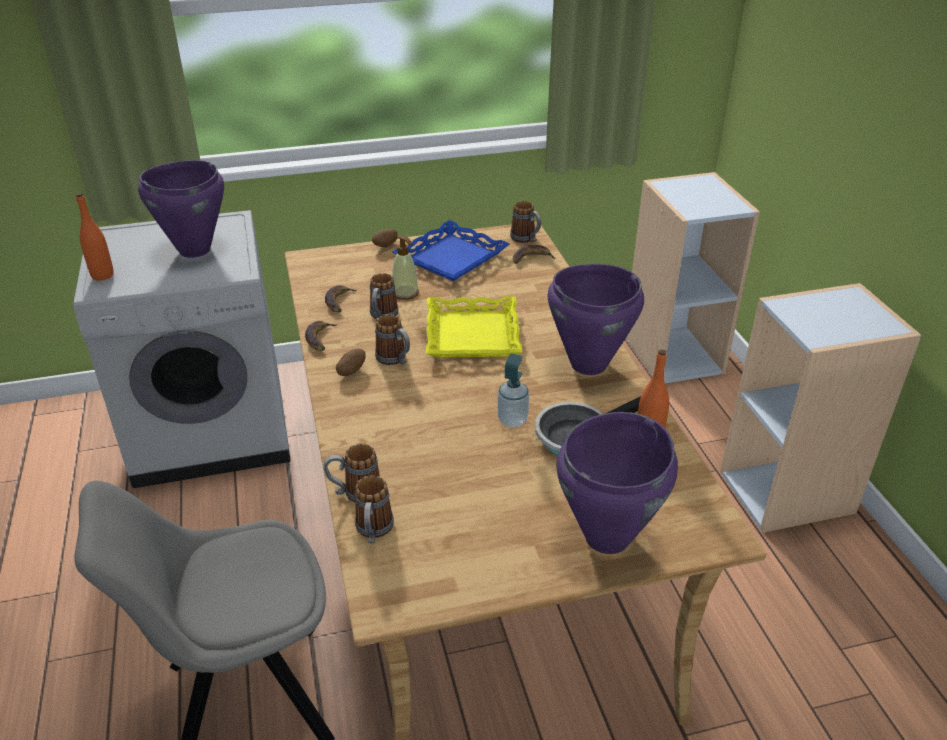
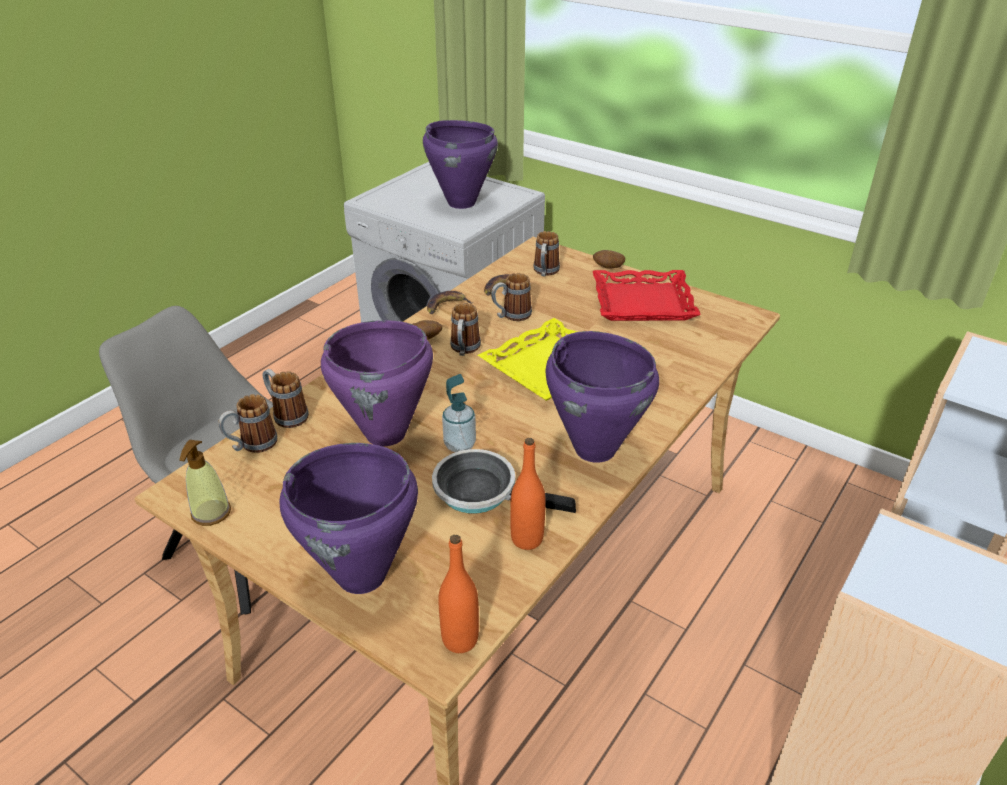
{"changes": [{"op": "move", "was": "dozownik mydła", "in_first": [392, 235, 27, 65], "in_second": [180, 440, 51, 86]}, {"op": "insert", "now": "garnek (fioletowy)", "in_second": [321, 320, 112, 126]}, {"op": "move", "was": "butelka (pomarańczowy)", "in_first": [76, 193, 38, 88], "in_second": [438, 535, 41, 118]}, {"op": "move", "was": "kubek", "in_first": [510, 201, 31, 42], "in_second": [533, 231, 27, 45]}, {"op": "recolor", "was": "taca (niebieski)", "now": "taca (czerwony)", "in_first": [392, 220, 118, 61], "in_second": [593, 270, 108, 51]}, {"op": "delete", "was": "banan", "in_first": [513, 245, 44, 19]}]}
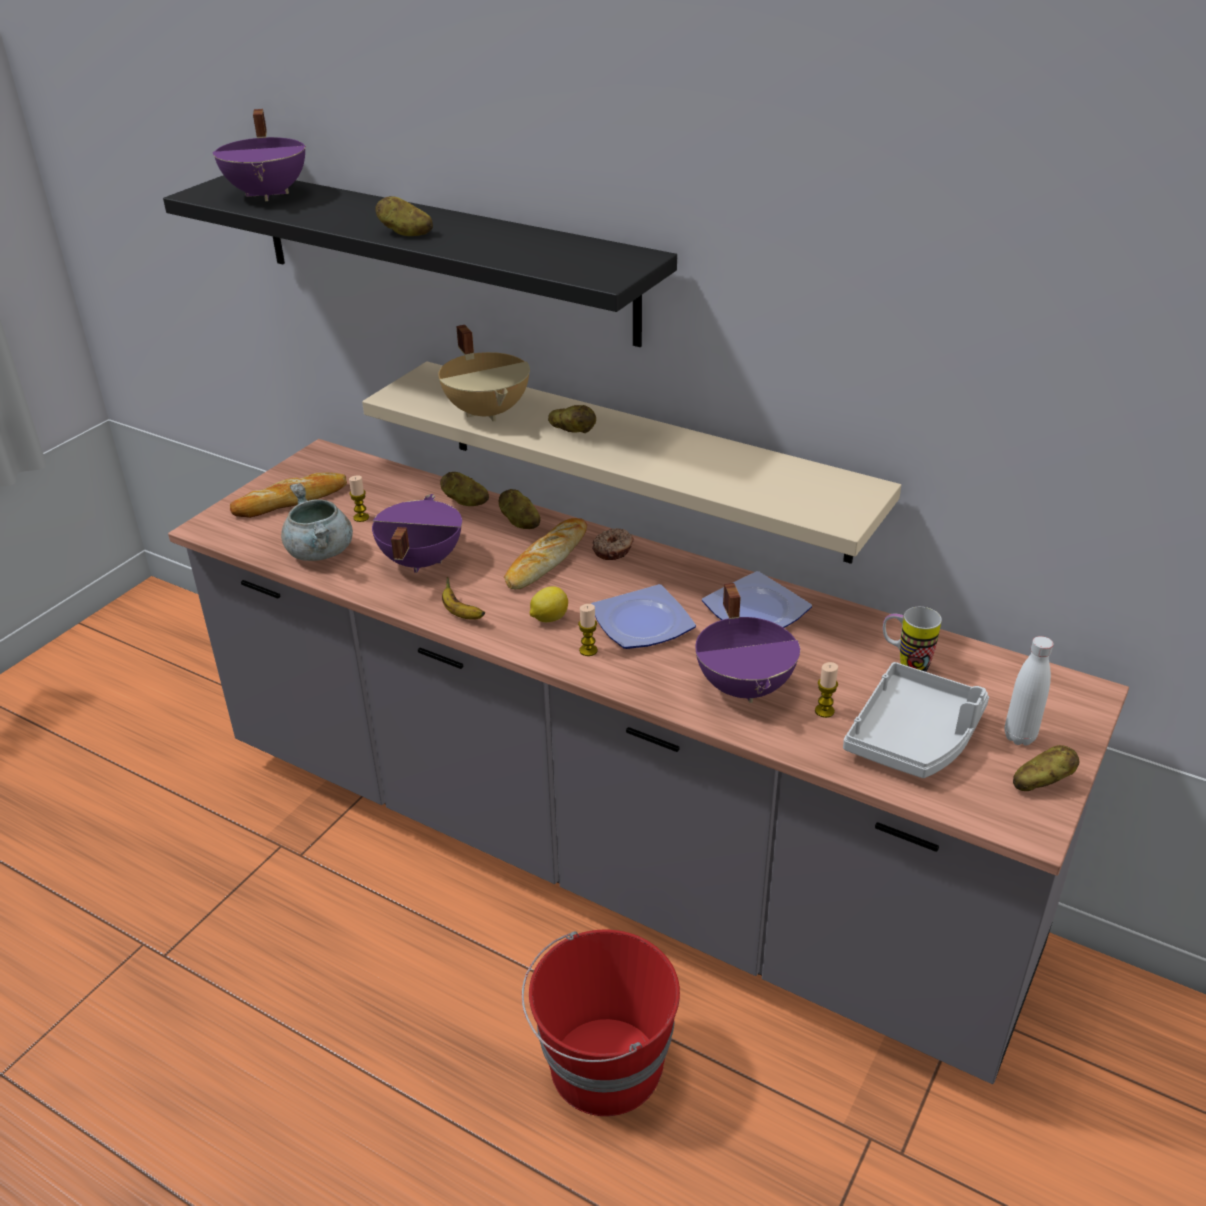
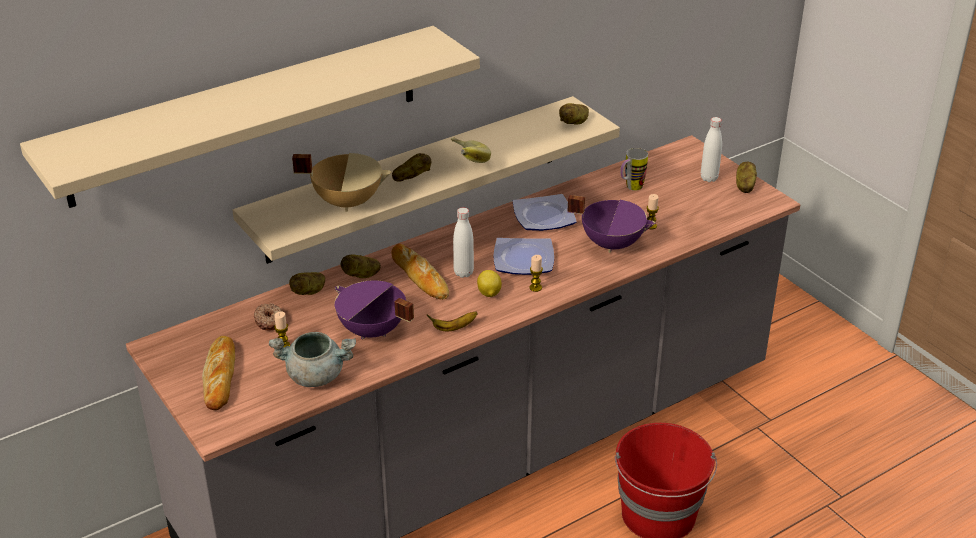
{"changes": [{"op": "recolor", "was": "półka (czarny)", "now": "półka (beżowy)", "in_first": [163, 175, 514, 172], "in_second": [20, 26, 460, 182]}, {"op": "move", "was": "donut", "in_first": [592, 528, 42, 32], "in_second": [254, 303, 29, 28]}, {"op": "insert", "now": "banan", "in_second": [451, 137, 40, 26]}, {"op": "insert", "now": "butelka (biały)", "in_second": [453, 208, 21, 70]}, {"op": "move", "was": "ziemniak", "in_first": [375, 196, 58, 40], "in_second": [559, 103, 30, 22]}, {"op": "delete", "was": "garnek (fioletowy)", "in_first": [213, 109, 93, 92]}, {"op": "delete", "was": "taca (szary)", "in_first": [843, 662, 146, 116]}]}
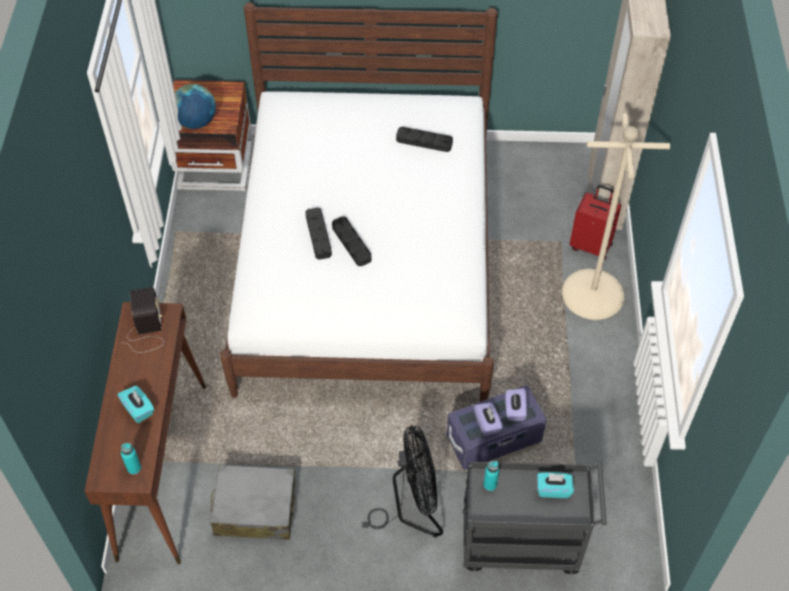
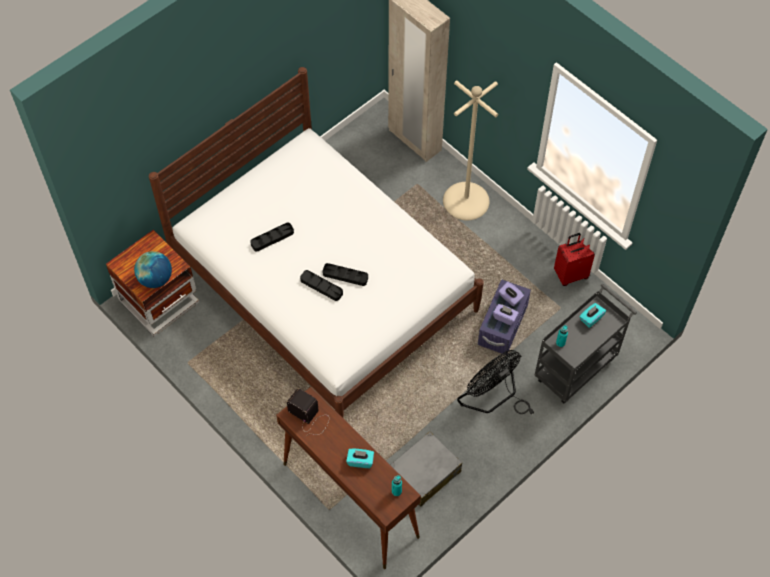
{"changes": [{"op": "move", "was": "taca (czarny)", "in_first": [396, 127, 57, 25], "in_second": [250, 222, 44, 30]}, {"op": "rotate", "was": "wentylator (czarny)", "in_first": [360, 425, 83, 113], "in_second": [457, 350, 77, 65], "clockwise": -75}, {"op": "move", "was": "walizka (czerwony)", "in_first": [570, 185, 51, 75], "in_second": [554, 233, 41, 53]}]}
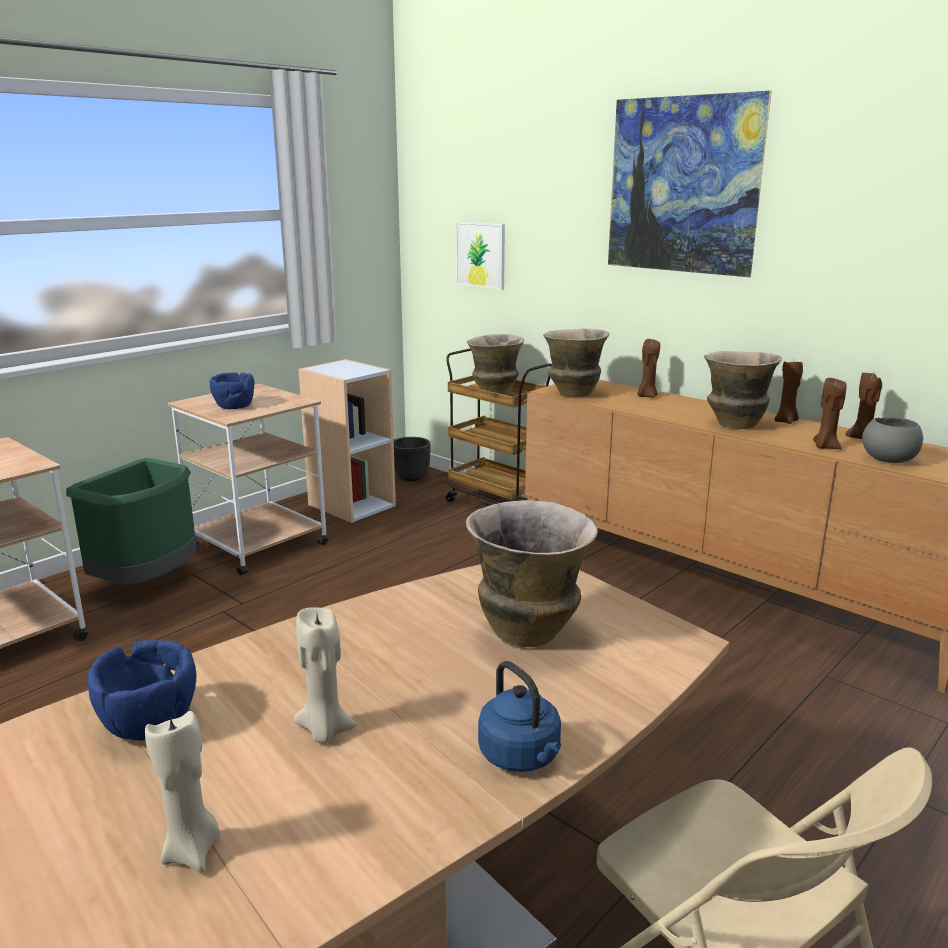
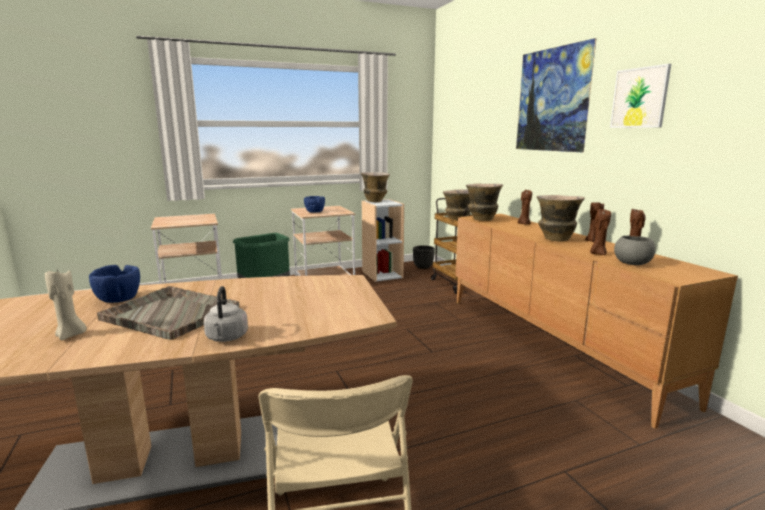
{"changes": [{"op": "replace", "was": "świeca (beżowy)", "now": "taca (szary)", "in_first": [294, 607, 63, 136], "in_second": [97, 286, 142, 54]}, {"op": "recolor", "was": "czajnik (niebieski)", "now": "czajnik (szary)", "in_first": [478, 661, 83, 111], "in_second": [204, 286, 44, 56]}, {"op": "move", "was": "wazon", "in_first": [466, 500, 132, 147], "in_second": [361, 172, 29, 30]}, {"op": "move", "was": "obraz", "in_first": [455, 221, 50, 69], "in_second": [610, 64, 61, 64]}]}
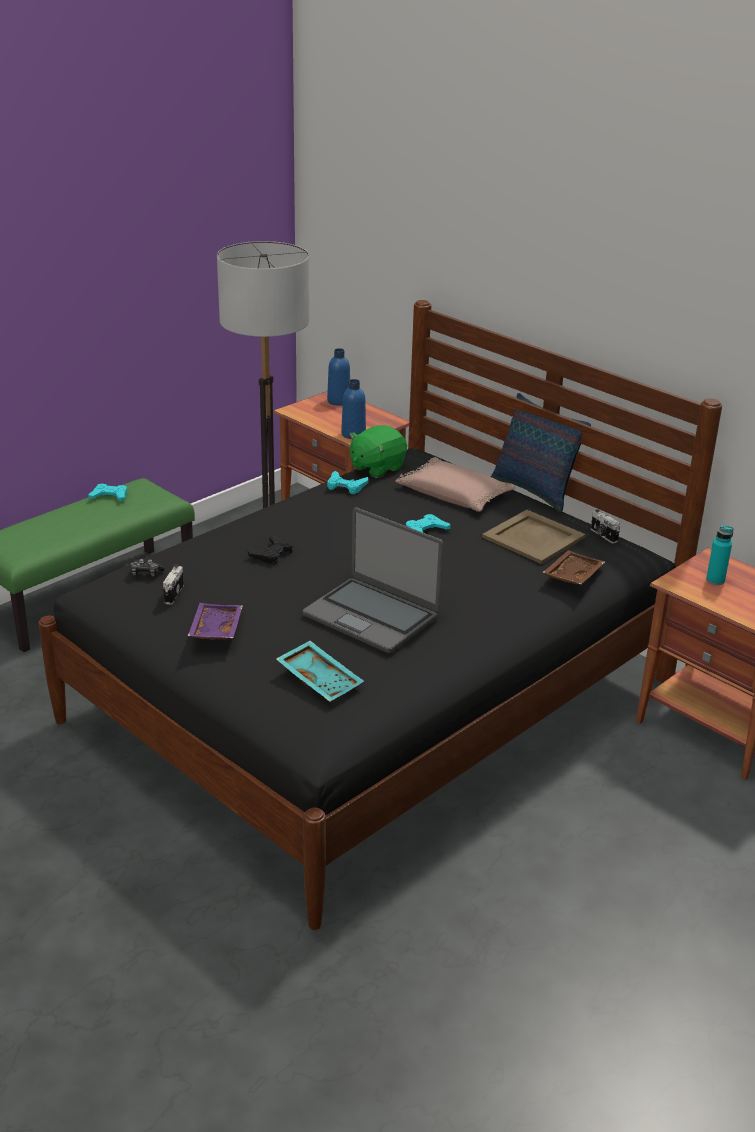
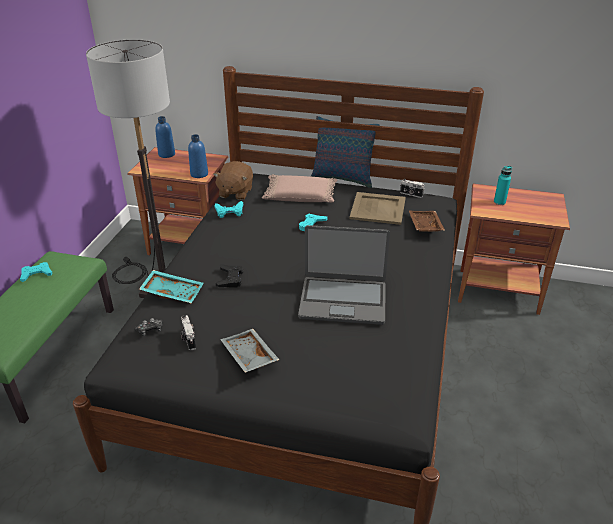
{"changes": [{"op": "move", "was": "taca (turkusowy)", "in_first": [276, 641, 88, 61], "in_second": [139, 270, 65, 34]}, {"op": "recolor", "was": "pluszak (zielony)", "now": "pluszak (brązowy)", "in_first": [349, 425, 58, 53], "in_second": [213, 161, 40, 39]}, {"op": "recolor", "was": "taca (fioletowy)", "now": "taca (szary)", "in_first": [188, 603, 55, 36], "in_second": [220, 329, 60, 44]}]}
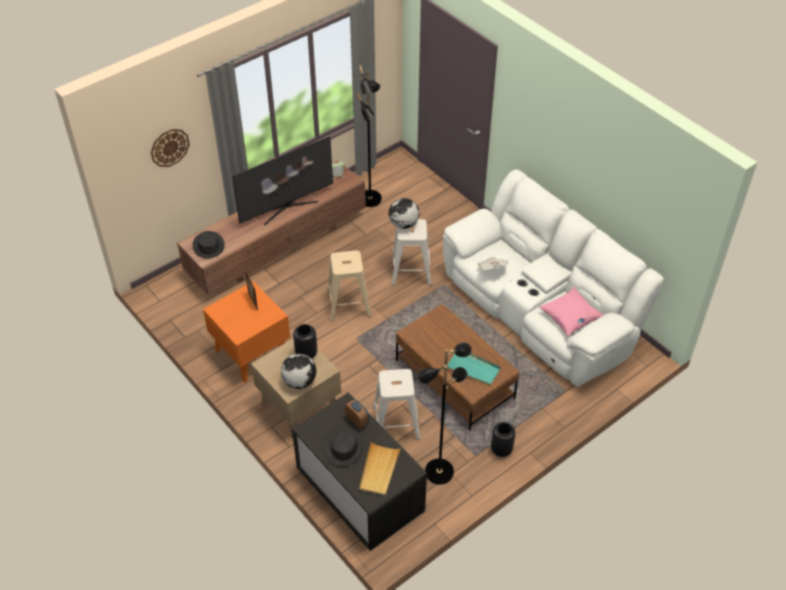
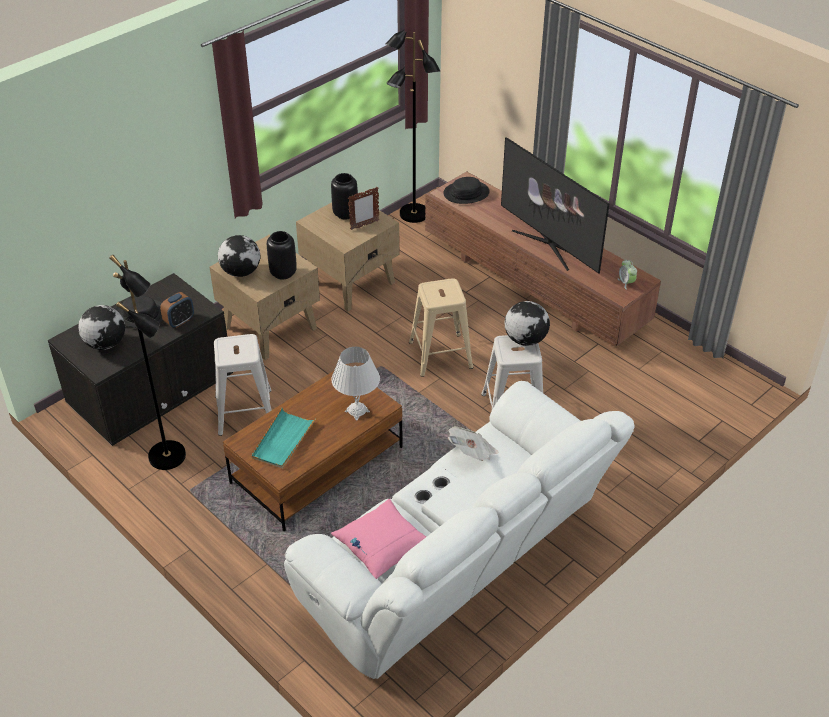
{"changes": [{"op": "replace", "was": "taca (beżowy)", "now": "globus", "in_first": [359, 442, 42, 54], "in_second": [78, 305, 47, 45]}, {"op": "recolor", "was": "szafka nocna (pomarańczowy)", "now": "szafka nocna (beżowy)", "in_first": [203, 281, 87, 102], "in_second": [296, 202, 103, 110]}, {"op": "move", "was": "wazon (czarny)", "in_first": [491, 422, 24, 35], "in_second": [331, 173, 27, 46]}, {"op": "insert", "now": "lampa stołowa (biały)", "in_second": [331, 347, 49, 74]}, {"op": "move", "was": "lampa stojąca (czarny)", "in_first": [357, 65, 25, 142], "in_second": [385, 29, 56, 194]}, {"op": "delete", "was": "zegar ścienny", "in_first": [151, 129, 39, 38]}]}
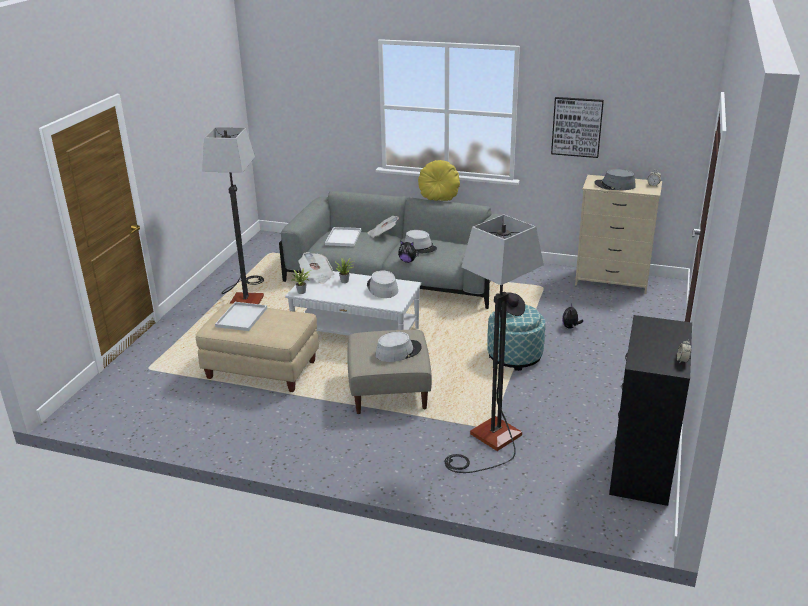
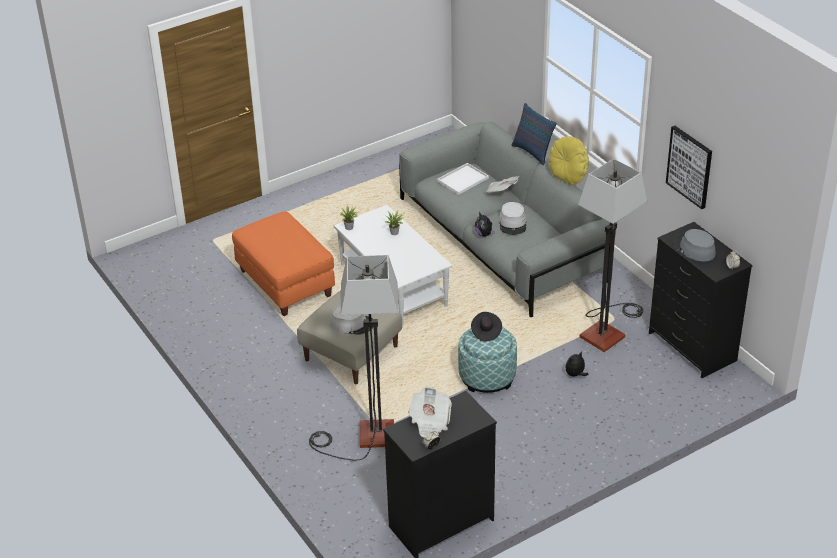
{"changes": [{"op": "recolor", "was": "pufa (beżowy)", "now": "pufa (pomarańczowy)", "in_first": [196, 303, 123, 89], "in_second": [232, 211, 103, 105]}, {"op": "move", "was": "gazeta", "in_first": [298, 252, 36, 32], "in_second": [408, 387, 44, 50]}, {"op": "insert", "now": "poduszka (niebieski)", "in_second": [512, 103, 45, 62]}, {"op": "move", "was": "lampa stojąca", "in_first": [202, 127, 62, 177], "in_second": [578, 158, 69, 194]}, {"op": "recolor", "was": "komoda (beżowy)", "now": "komoda (czarny)", "in_first": [575, 175, 87, 119], "in_second": [649, 222, 104, 156]}, {"op": "delete", "was": "taca (biały)", "in_first": [215, 302, 52, 29]}, {"op": "delete", "was": "kapelusz (szary)", "in_first": [367, 270, 31, 28]}]}
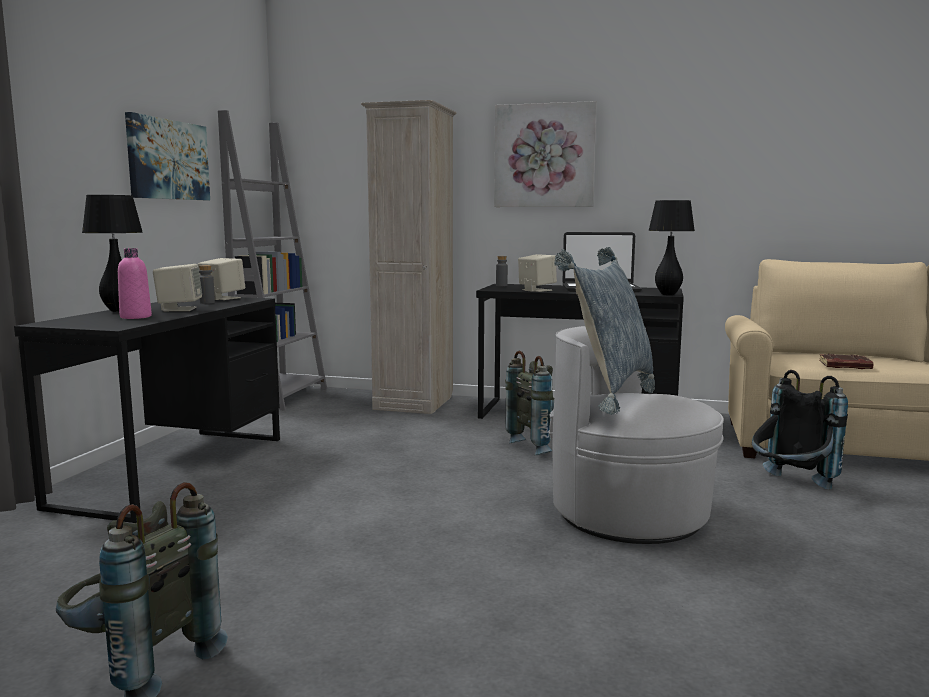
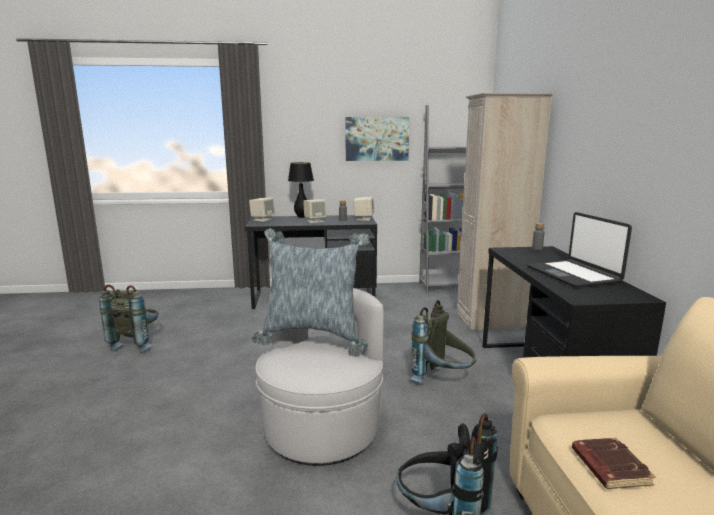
{"changes": [{"op": "move", "was": "głośnik (beżowy)", "in_first": [518, 254, 39, 38], "in_second": [249, 198, 26, 24]}, {"op": "delete", "was": "butelka (różowy)", "in_first": [118, 248, 34, 71]}, {"op": "delete", "was": "obraz", "in_first": [494, 101, 103, 106]}, {"op": "delete", "was": "lampa stołowa (czarny)", "in_first": [648, 200, 47, 95]}]}
